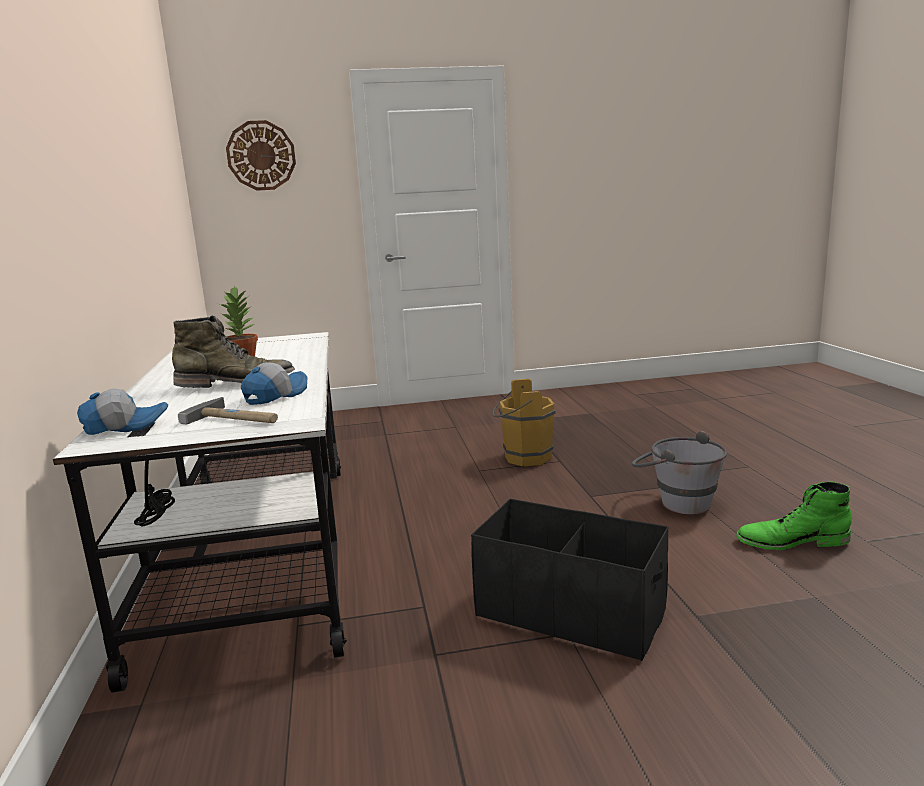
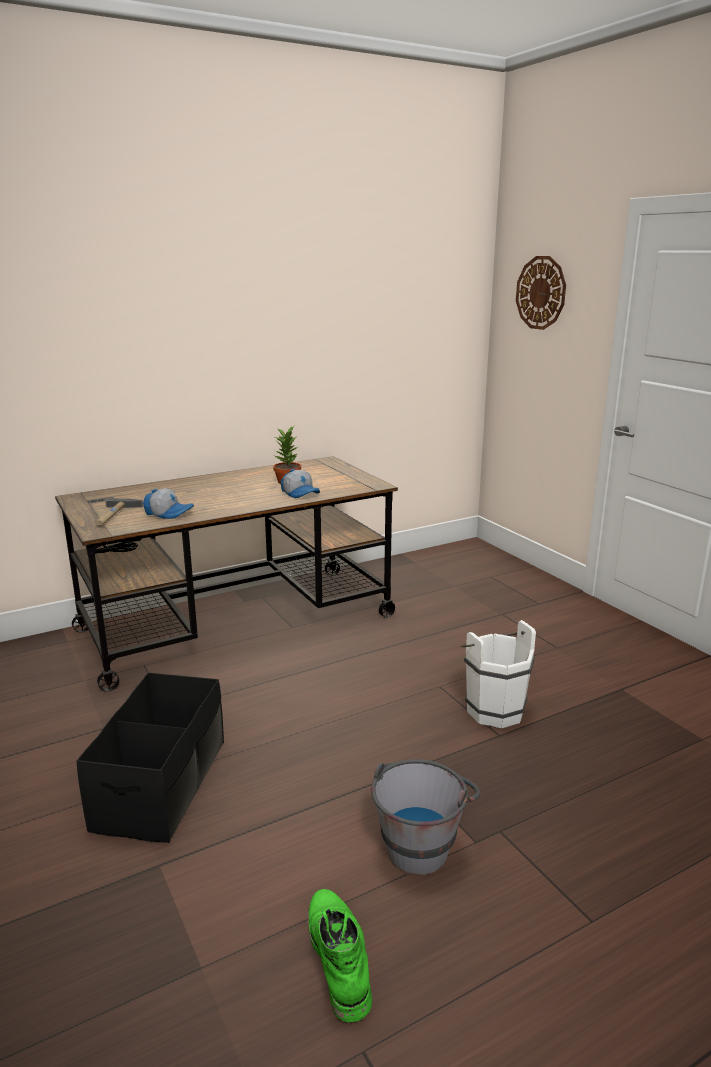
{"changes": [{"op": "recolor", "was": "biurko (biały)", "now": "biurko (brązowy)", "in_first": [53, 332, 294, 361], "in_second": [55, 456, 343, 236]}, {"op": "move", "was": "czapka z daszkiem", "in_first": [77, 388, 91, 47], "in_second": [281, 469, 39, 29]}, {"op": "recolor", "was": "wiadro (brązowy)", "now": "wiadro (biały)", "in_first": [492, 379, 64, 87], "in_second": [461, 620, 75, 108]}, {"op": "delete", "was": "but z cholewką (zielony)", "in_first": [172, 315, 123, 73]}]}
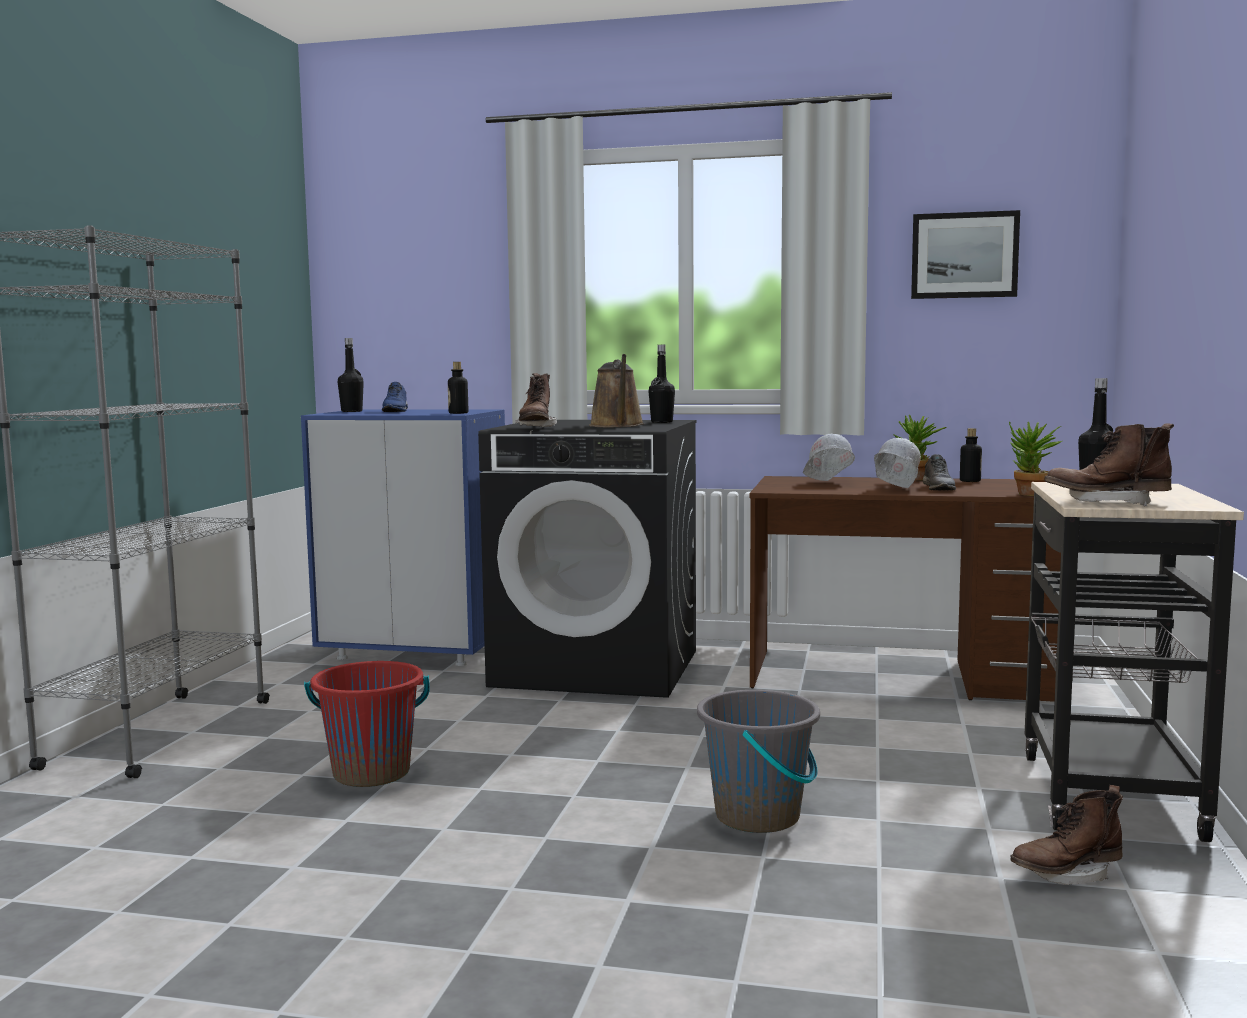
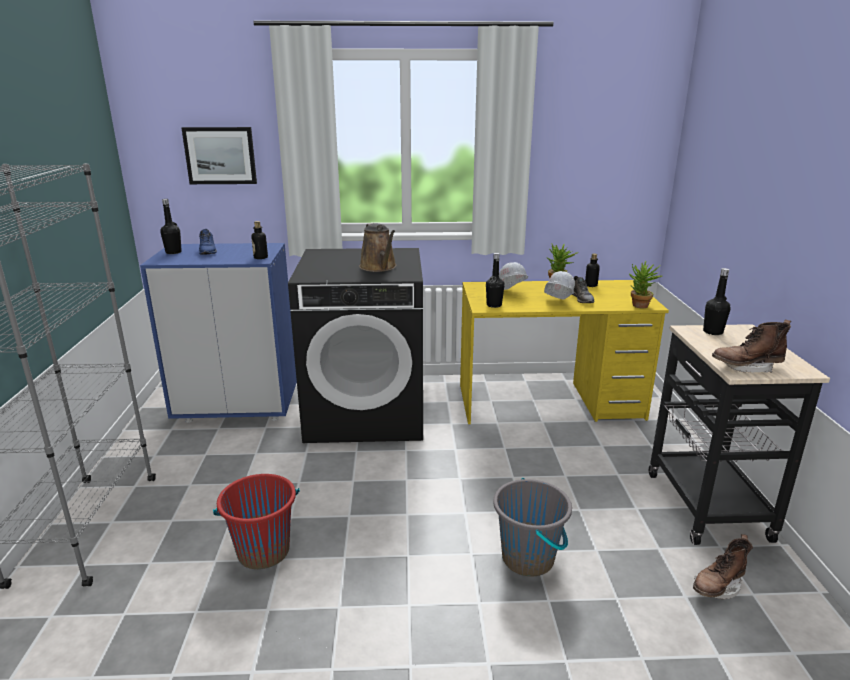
{"changes": [{"op": "move", "was": "obraz", "in_first": [911, 210, 109, 89], "in_second": [182, 127, 75, 57]}, {"op": "recolor", "was": "biurko (brązowy)", "now": "biurko (żółty)", "in_first": [750, 476, 311, 226], "in_second": [460, 280, 209, 144]}, {"op": "move", "was": "butelka (czarny)", "in_first": [648, 345, 27, 78], "in_second": [486, 253, 19, 55]}, {"op": "delete", "was": "but z cholewką (brązowy)", "in_first": [515, 373, 42, 54]}]}
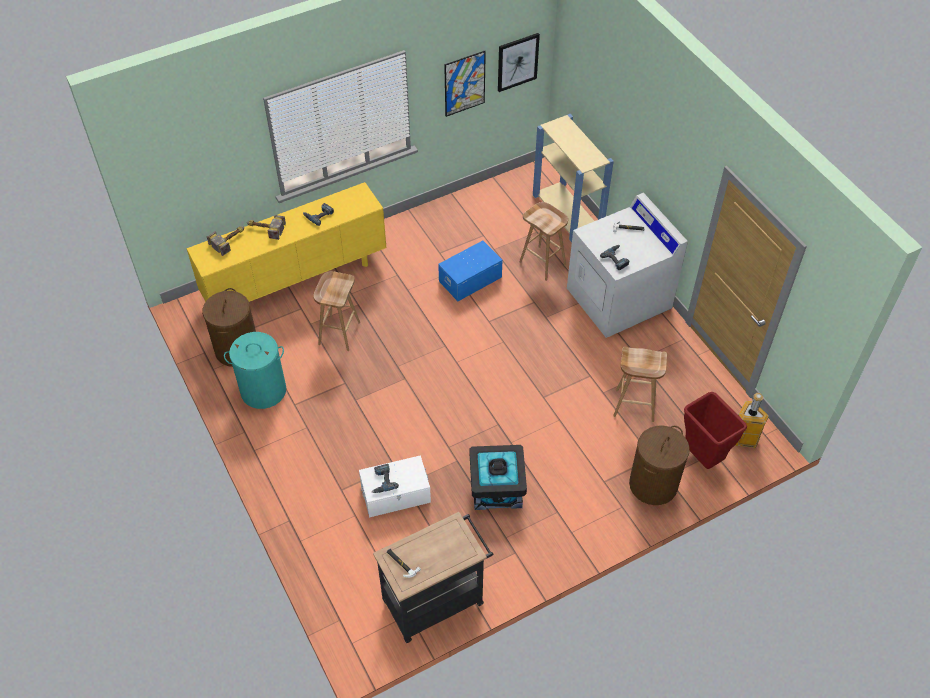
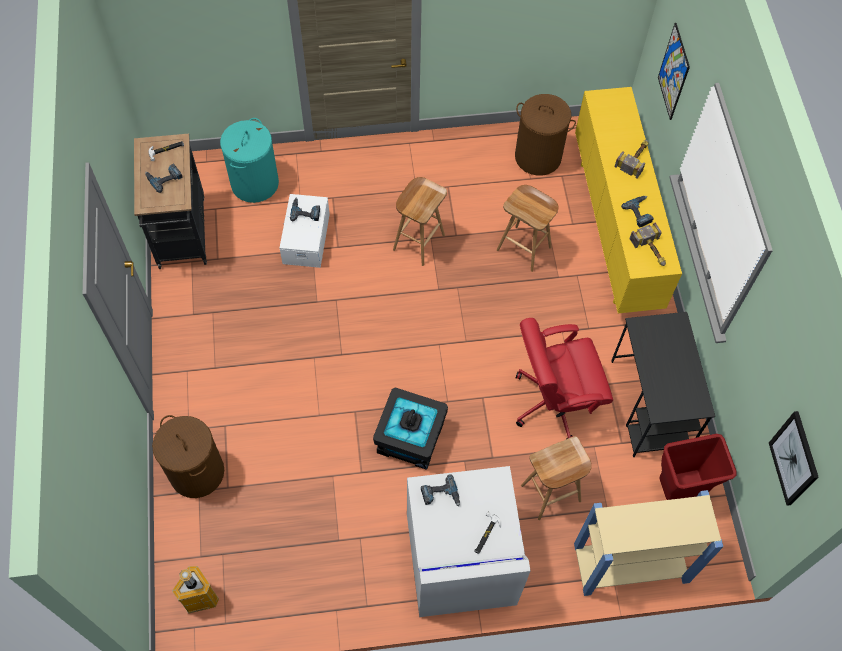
{"changes": [{"op": "insert", "now": "wiertarka", "in_second": [145, 164, 37, 29]}, {"op": "move", "was": "kosz na pranie (turkusowy)", "in_first": [224, 332, 62, 77], "in_second": [220, 118, 59, 85]}, {"op": "move", "was": "pojemnik do przechowywania (czarny)", "in_first": [470, 445, 57, 65], "in_second": [373, 387, 75, 83]}, {"op": "move", "was": "stołek (brązowy)", "in_first": [613, 347, 54, 75], "in_second": [393, 177, 54, 89]}, {"op": "replace", "was": "pojemnik do przechowywania (niebieski)", "now": "krzesło biurowe (czerwony)", "in_first": [438, 241, 65, 60], "in_second": [516, 318, 97, 121]}, {"op": "insert", "now": "biurko (czarny)", "in_second": [611, 312, 104, 145]}, {"op": "move", "was": "młotek", "in_first": [207, 226, 37, 30], "in_second": [629, 223, 37, 43]}, {"op": "move", "was": "obraz", "in_first": [444, 51, 42, 66], "in_second": [658, 23, 32, 97]}, {"op": "move", "was": "kosz na śmieci (czerwony)", "in_first": [684, 392, 63, 77], "in_second": [660, 434, 77, 66]}]}
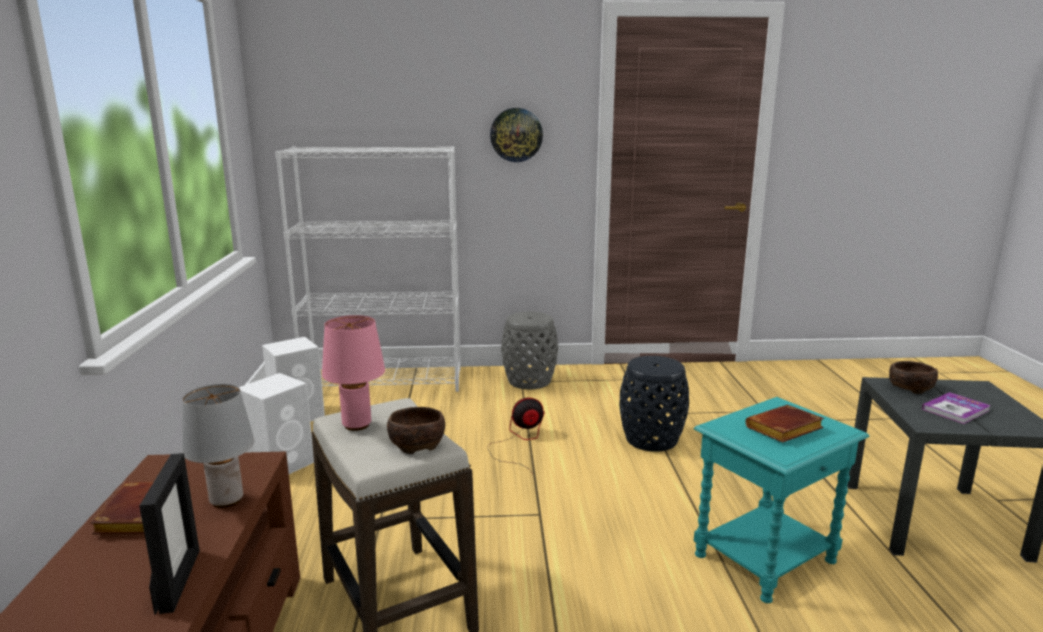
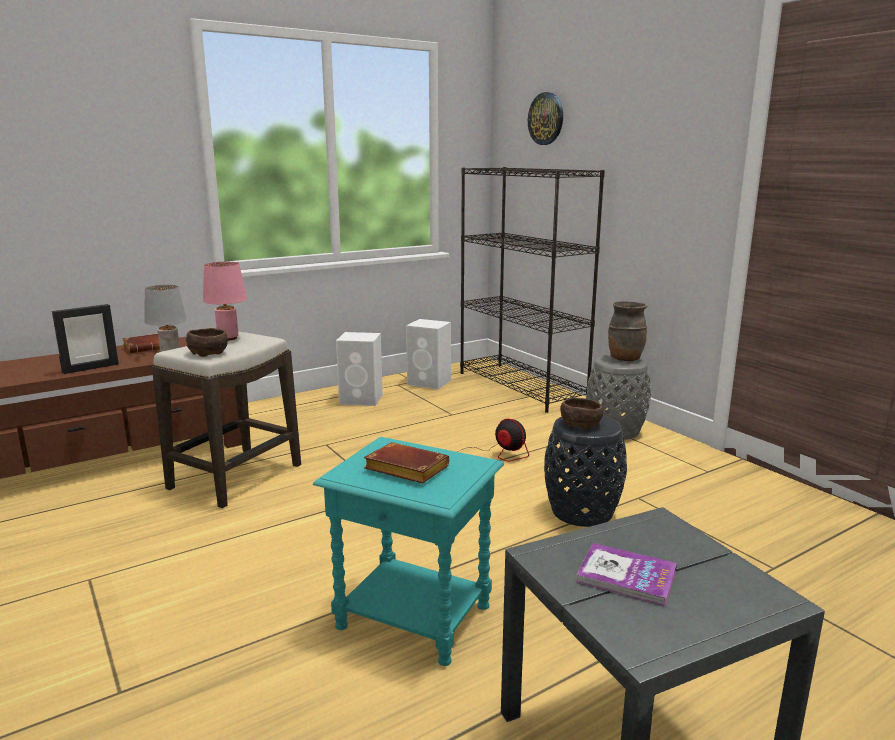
{"changes": [{"op": "recolor", "was": "regał (biały)", "now": "regał (czarny)", "in_first": [275, 146, 186, 246], "in_second": [460, 167, 145, 246]}, {"op": "move", "was": "zegar ścienny", "in_first": [490, 108, 53, 54], "in_second": [528, 92, 35, 53]}, {"op": "move", "was": "miska (brązowy)", "in_first": [889, 361, 49, 33], "in_second": [561, 397, 42, 33]}, {"op": "insert", "now": "wazon (brązowy)", "in_second": [608, 301, 39, 60]}]}
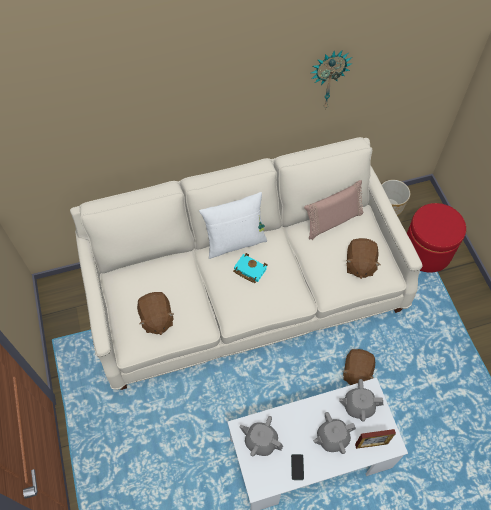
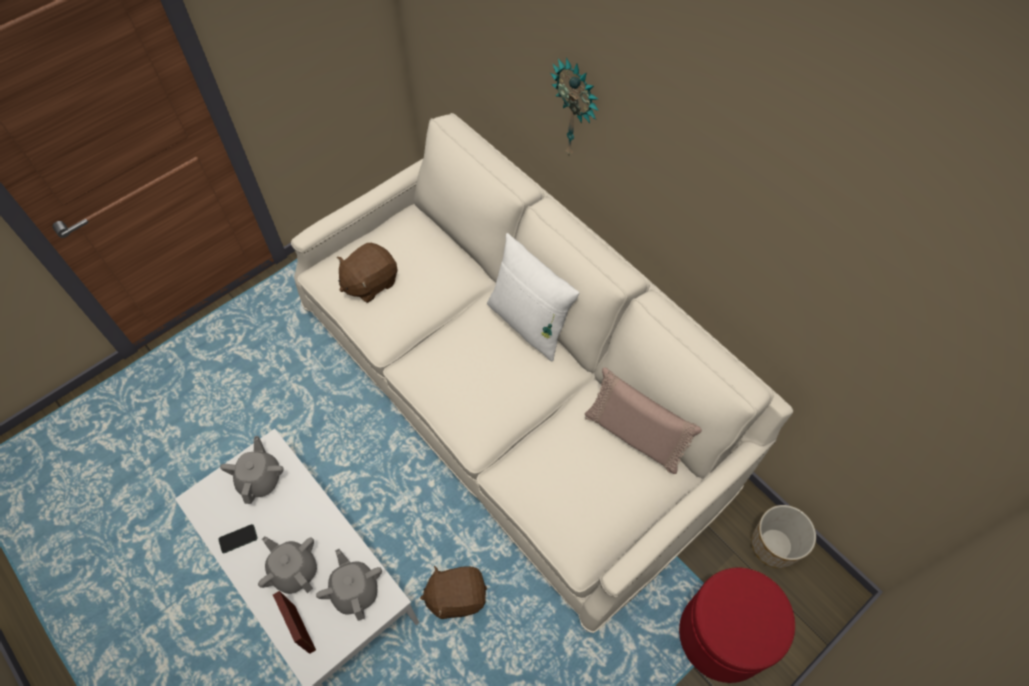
{"changes": [{"op": "move", "was": "zegar ścienny", "in_first": [311, 51, 41, 59], "in_second": [550, 57, 49, 100]}, {"op": "delete", "was": "książka (turkusowy)", "in_first": [233, 253, 35, 30]}, {"op": "delete", "was": "pluszak (brązowy)", "in_first": [346, 238, 34, 41]}]}
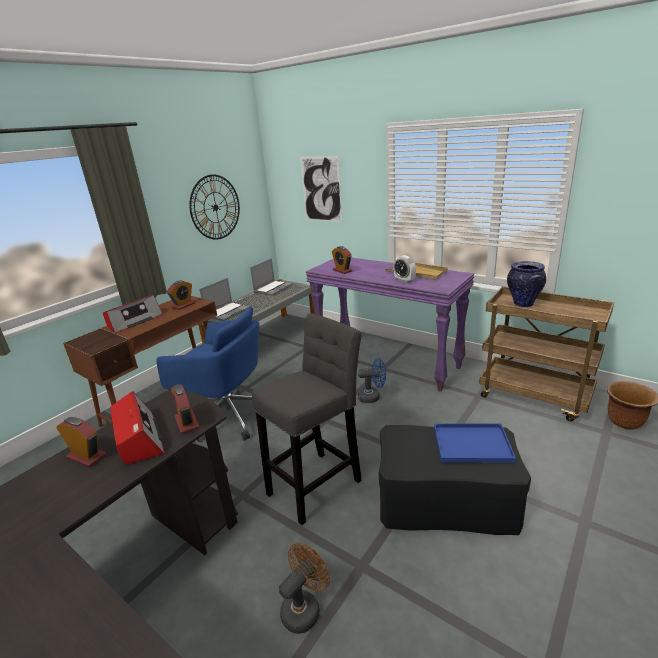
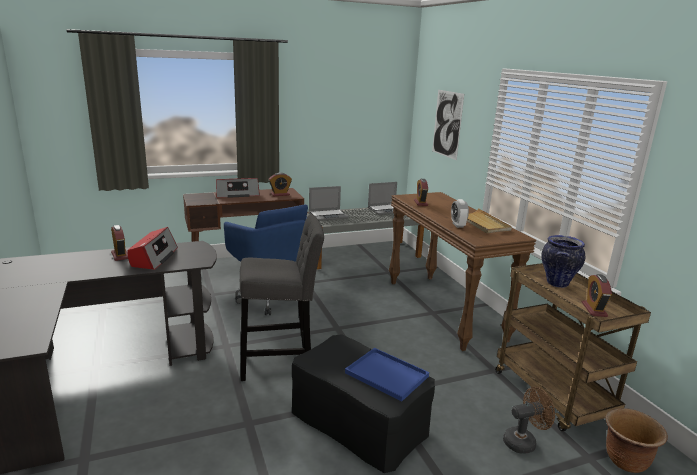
{"changes": [{"op": "recolor", "was": "stolik konsolowy (fioletowy)", "now": "stolik konsolowy (brązowy)", "in_first": [306, 258, 168, 133], "in_second": [389, 192, 147, 159]}, {"op": "move", "was": "wentylator (brązowy)", "in_first": [279, 543, 51, 91], "in_second": [503, 387, 52, 67]}, {"op": "move", "was": "budzik", "in_first": [171, 384, 28, 50], "in_second": [582, 274, 30, 43]}, {"op": "delete", "was": "zegar ścienny", "in_first": [189, 174, 51, 66]}, {"op": "delete", "was": "wentylator (niebieski)", "in_first": [358, 358, 28, 45]}]}
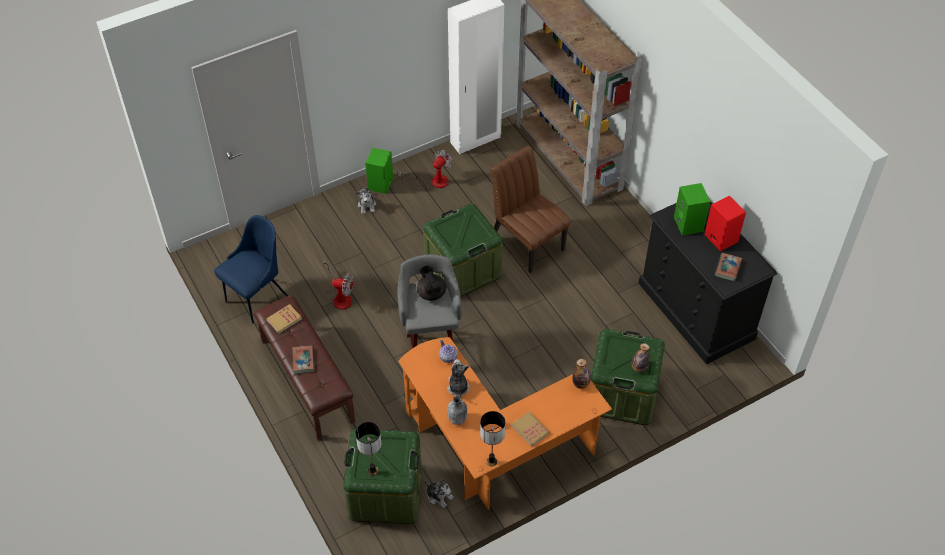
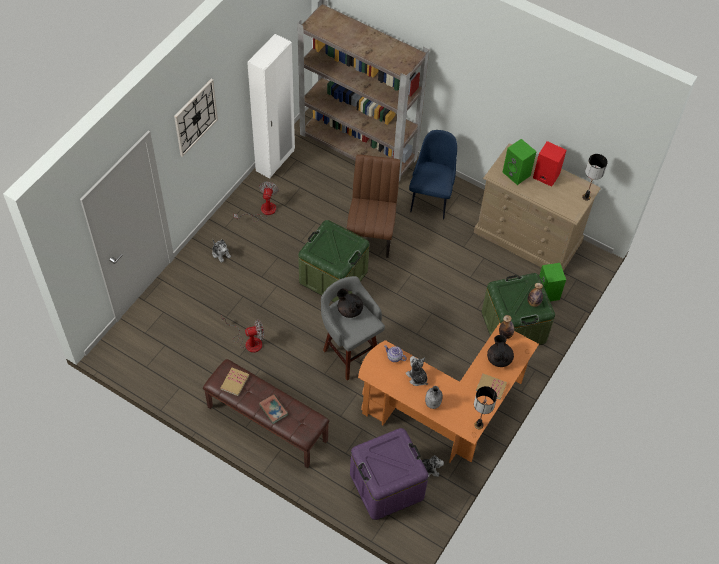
{"changes": [{"op": "insert", "now": "zegar ścienny", "in_second": [174, 79, 44, 78]}, {"op": "rotate", "was": "krzesło (brązowy)", "in_first": [491, 145, 79, 128], "in_second": [347, 154, 53, 104], "clockwise": 75}, {"op": "recolor", "was": "pojemnik do przechowywania (zielony)", "now": "pojemnik do przechowywania (fioletowy)", "in_first": [343, 429, 79, 95], "in_second": [350, 428, 79, 92]}, {"op": "move", "was": "krzesło (niebieski)", "in_first": [214, 215, 74, 109], "in_second": [409, 130, 48, 90]}, {"op": "recolor", "was": "komoda (czarny)", "now": "komoda (beżowy)", "in_first": [638, 201, 139, 164], "in_second": [474, 144, 127, 127]}, {"op": "insert", "now": "imbryk (czarny)", "in_second": [487, 335, 27, 32]}, {"op": "move", "was": "głośnik (zielony)", "in_first": [365, 148, 28, 46], "in_second": [539, 263, 27, 38]}, {"op": "move", "was": "lampa stołowa", "in_first": [356, 422, 26, 54], "in_second": [582, 154, 26, 47]}, {"op": "delete", "was": "książka", "in_first": [714, 253, 28, 28]}]}
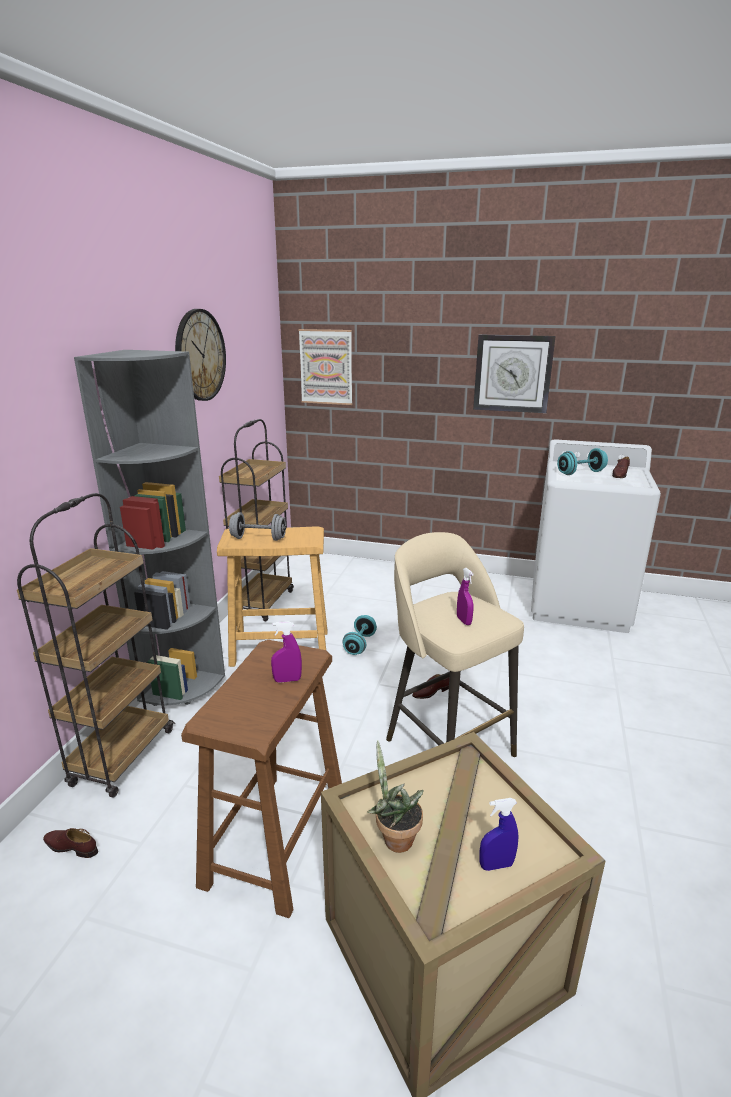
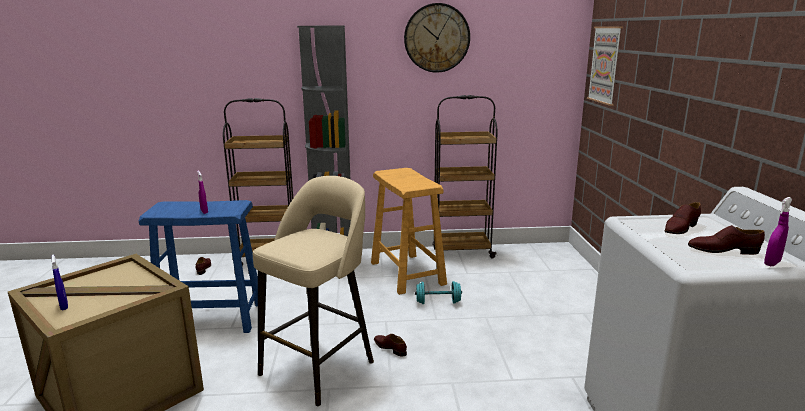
{"changes": [{"op": "recolor", "was": "stołek (brązowy)", "now": "stołek (niebieski)", "in_first": [181, 640, 161, 278], "in_second": [139, 200, 119, 133]}, {"op": "replace", "was": "hantel (turkusowy)", "now": "but (brązowy)", "in_first": [557, 448, 51, 27], "in_second": [665, 202, 36, 32]}, {"op": "move", "was": "spryskiwacz (fioletowy)", "in_first": [457, 568, 17, 57], "in_second": [764, 197, 28, 69]}, {"op": "delete", "was": "hantel (szary)", "in_first": [229, 512, 57, 29]}, {"op": "delete", "was": "roślina doniczkowa", "in_first": [367, 740, 56, 113]}, {"op": "delete", "was": "zegar ścienny", "in_first": [473, 334, 83, 79]}]}
